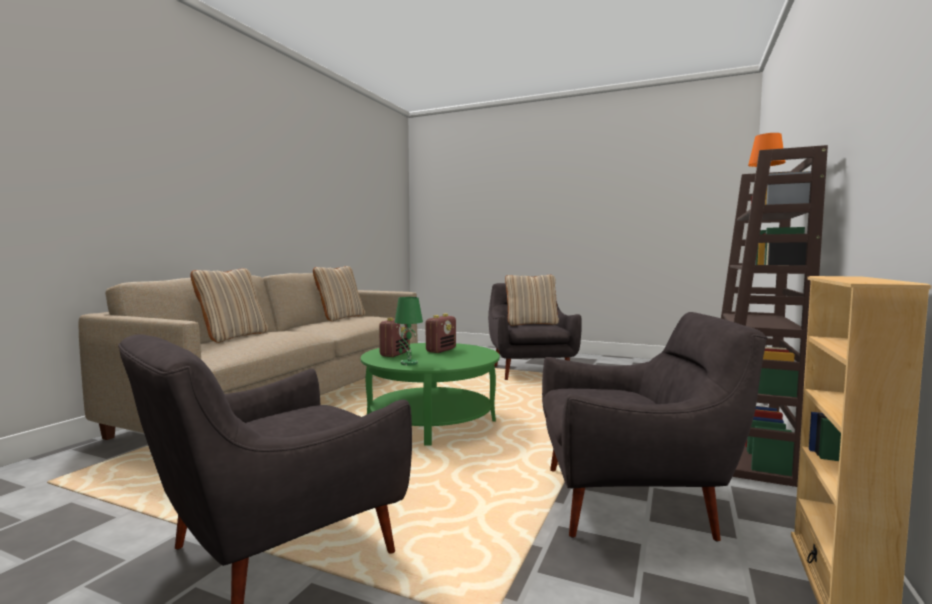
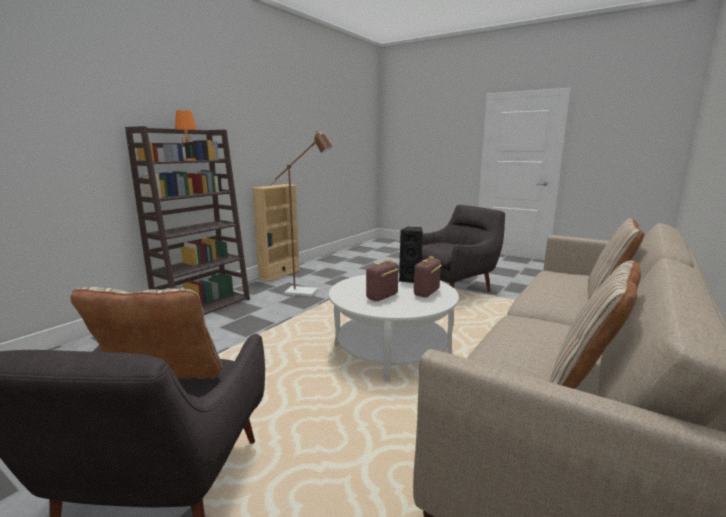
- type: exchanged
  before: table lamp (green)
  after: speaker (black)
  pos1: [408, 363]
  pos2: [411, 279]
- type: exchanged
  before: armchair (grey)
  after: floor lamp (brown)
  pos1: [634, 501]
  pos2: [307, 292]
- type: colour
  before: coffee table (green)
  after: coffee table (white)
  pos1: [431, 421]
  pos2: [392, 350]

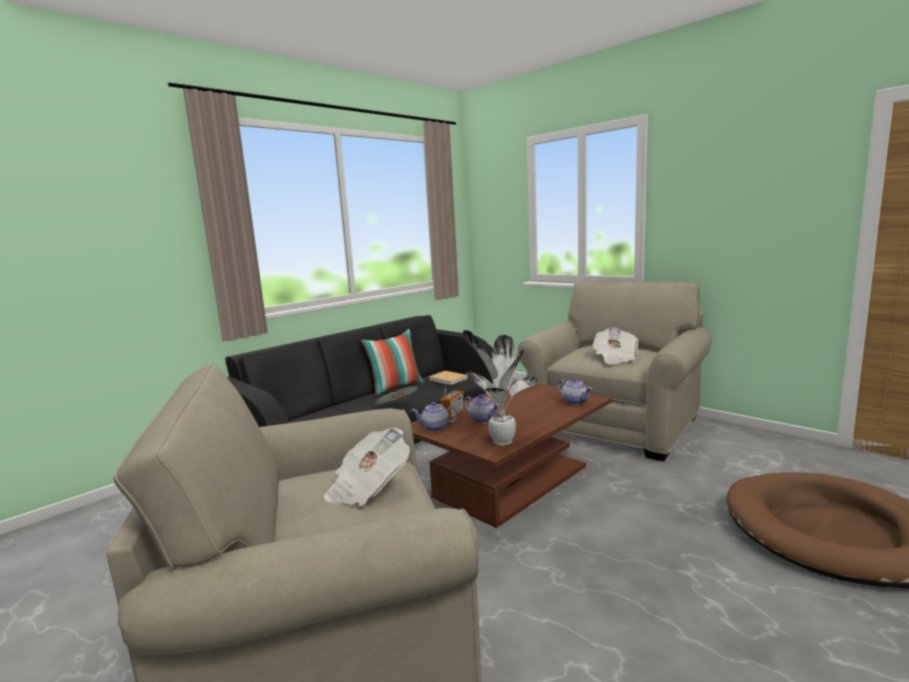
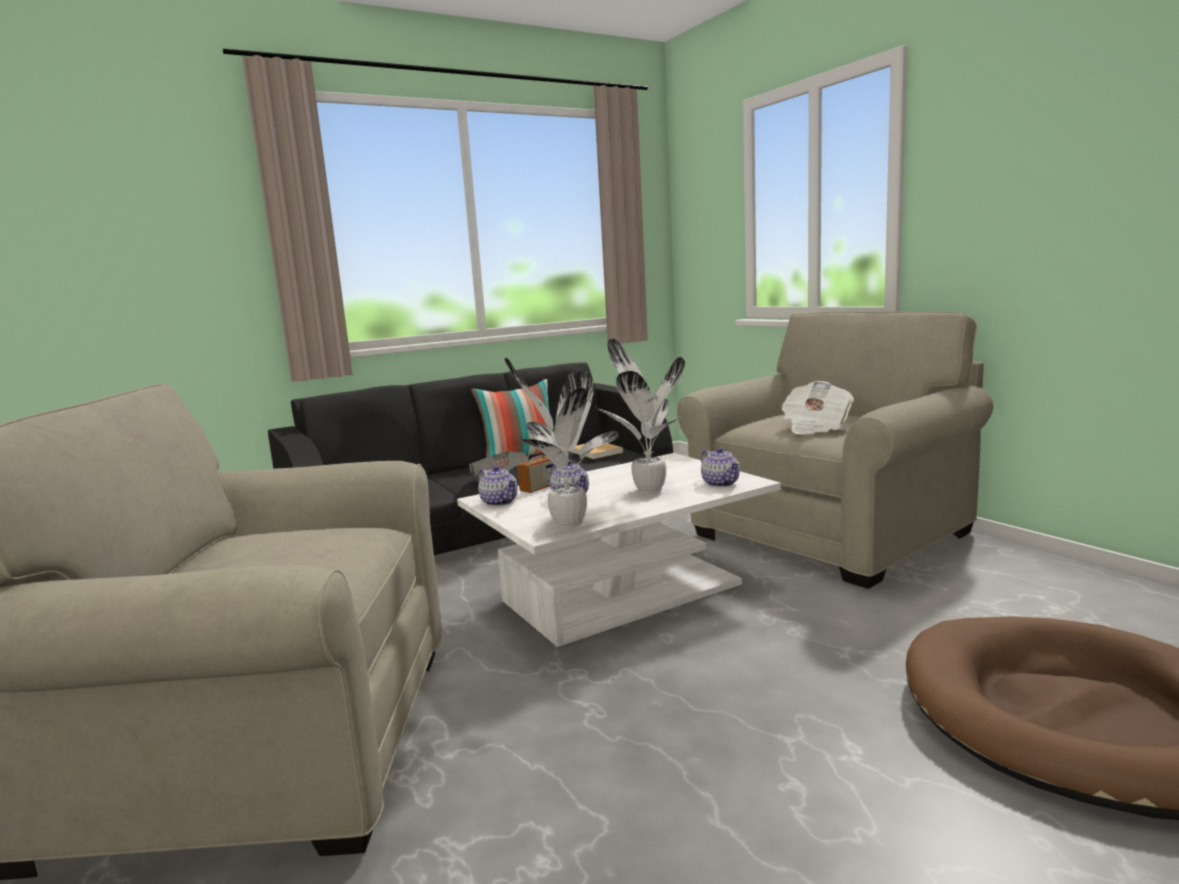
- type: colour
  before: coffee table (brown)
  after: coffee table (white)
  pos1: [512, 481]
  pos2: [622, 592]
- type: spun
  before: teapot
  pos1: [435, 428]
  pos2: [500, 502]
  turn: -150
- type: missing
  before: newspaper
  pos1: [368, 488]
- type: appeared
  after: potted plant
  pos2: [647, 489]

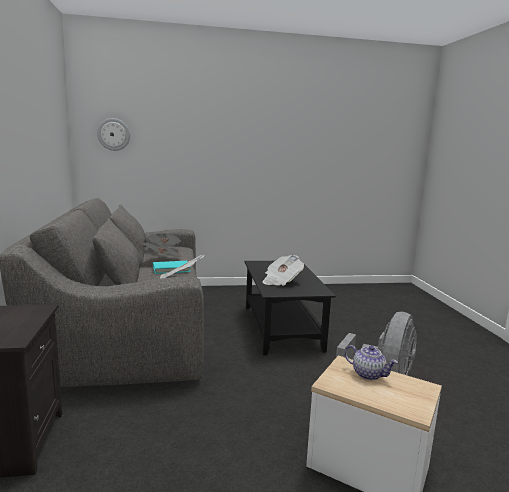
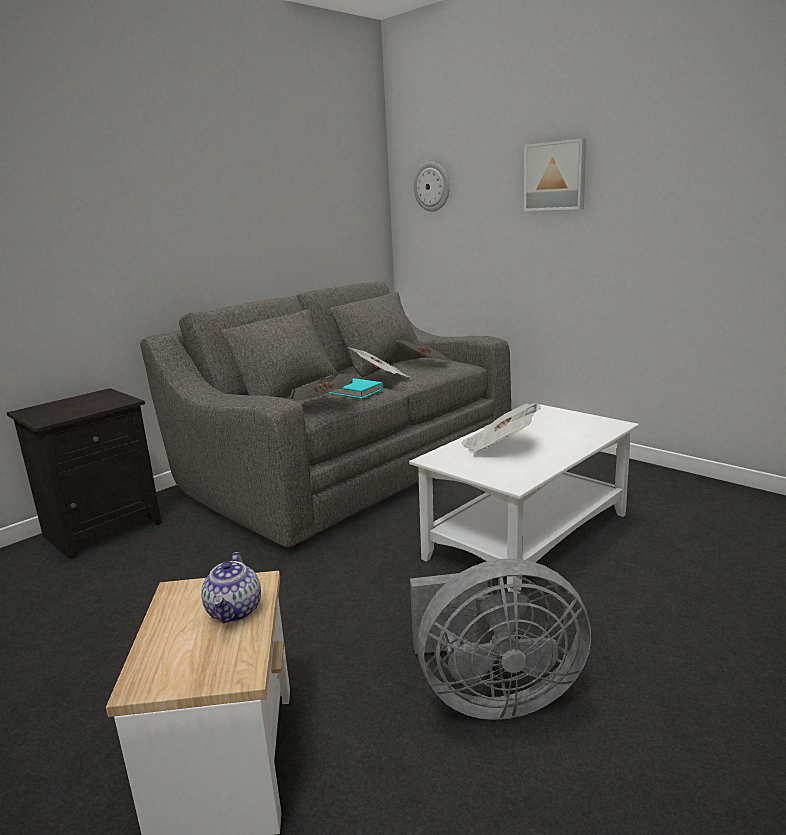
- type: colour
  before: coffee table (black)
  after: coffee table (white)
  pos1: [281, 327]
  pos2: [528, 535]
- type: appeared
  after: picture
  pos2: [555, 176]

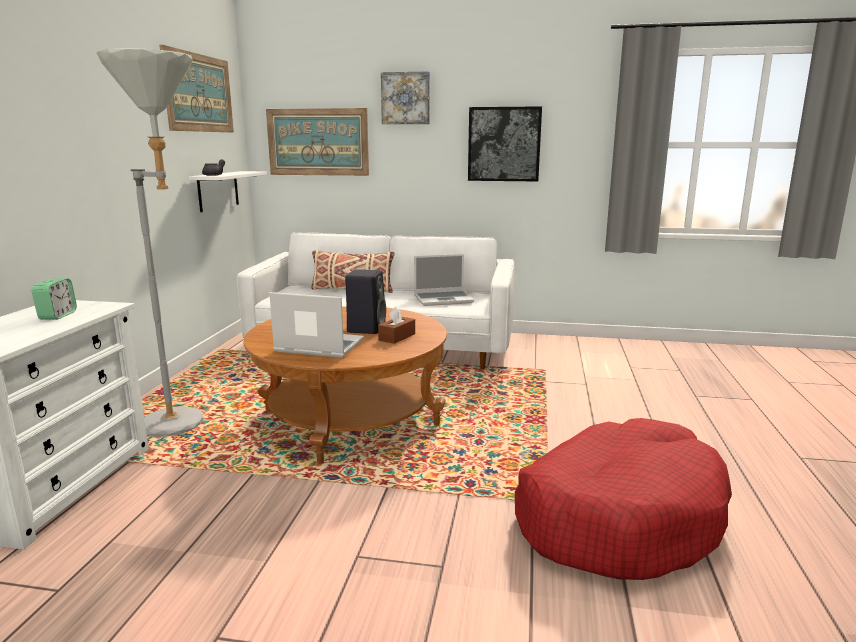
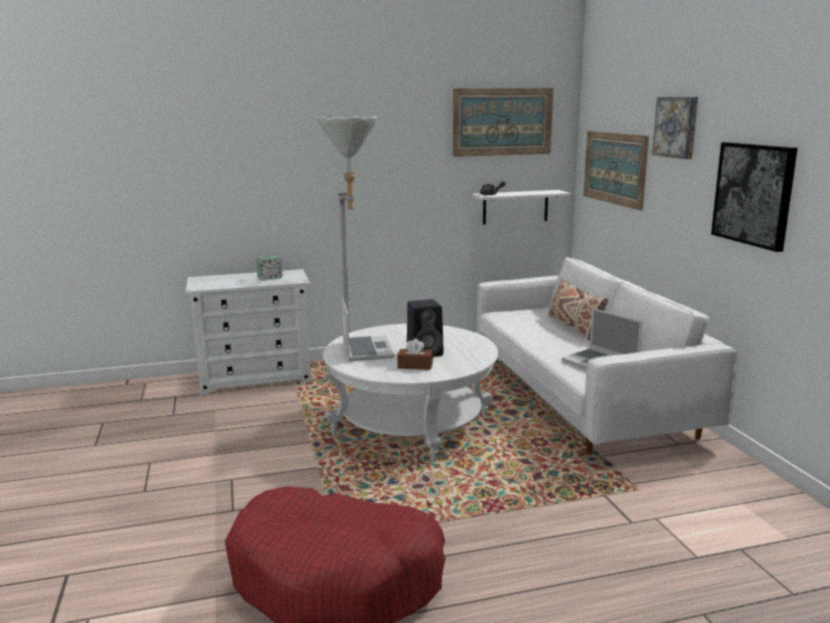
- type: colour
  before: coffee table (brown)
  after: coffee table (white)
  pos1: [351, 419]
  pos2: [411, 425]

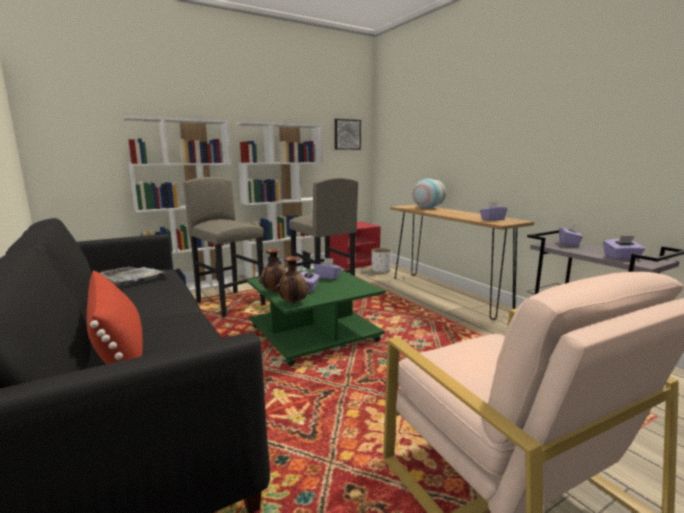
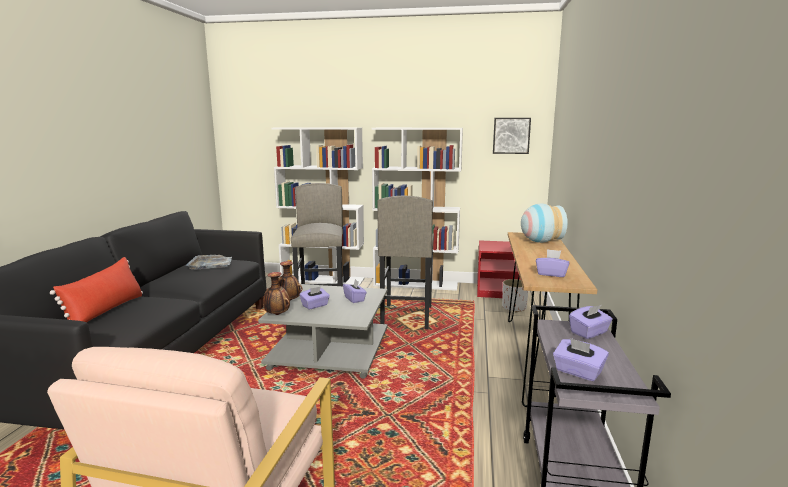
- type: colour
  before: coffee table (green)
  after: coffee table (grey)
  pos1: [312, 333]
  pos2: [329, 350]

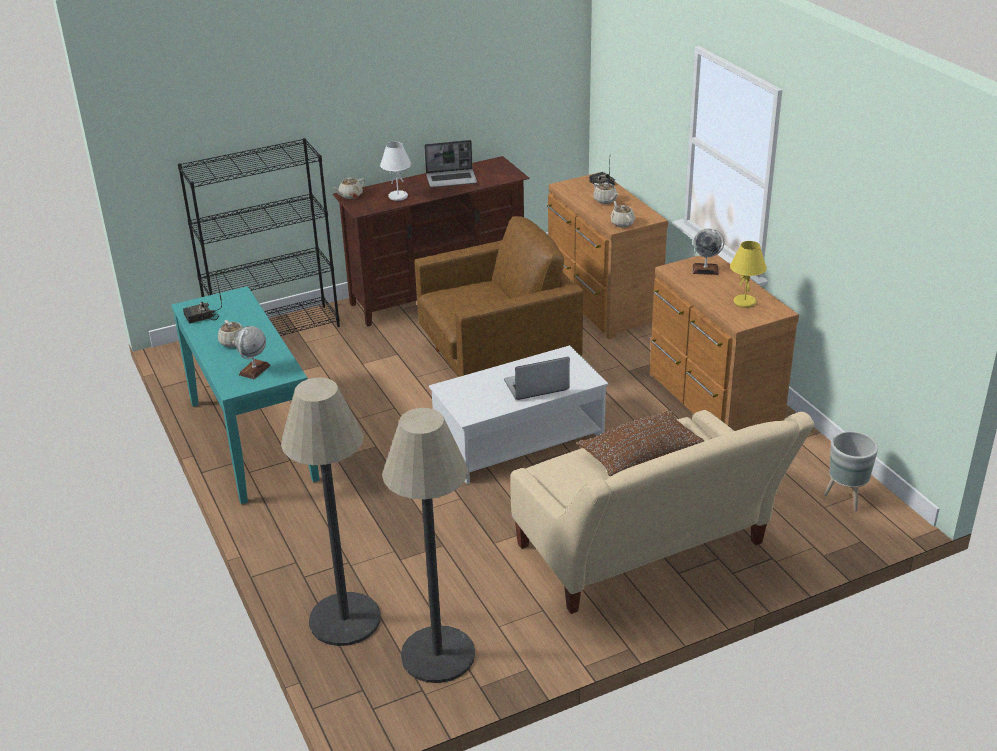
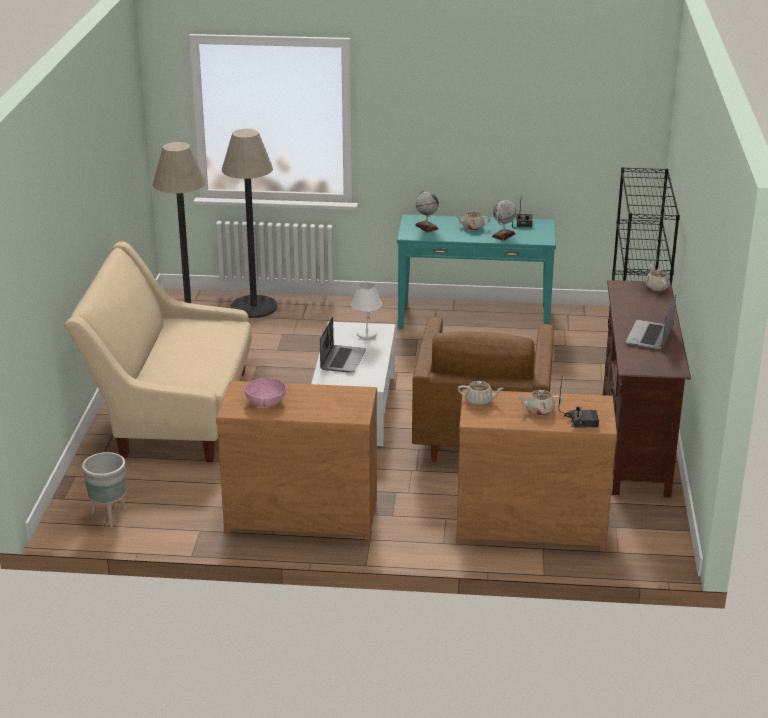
- type: relocated
  before: table lamp (white)
  pos1: [398, 197]
  pos2: [366, 335]
- type: relocated
  before: globe
  pos1: [705, 270]
  pos2: [503, 235]
- type: exchanged
  before: table lamp (yellow)
  after: bowl (pink)
  pos1: [745, 302]
  pos2: [265, 401]
- type: missing
  before: pillow (brown)
  pos1: [639, 454]

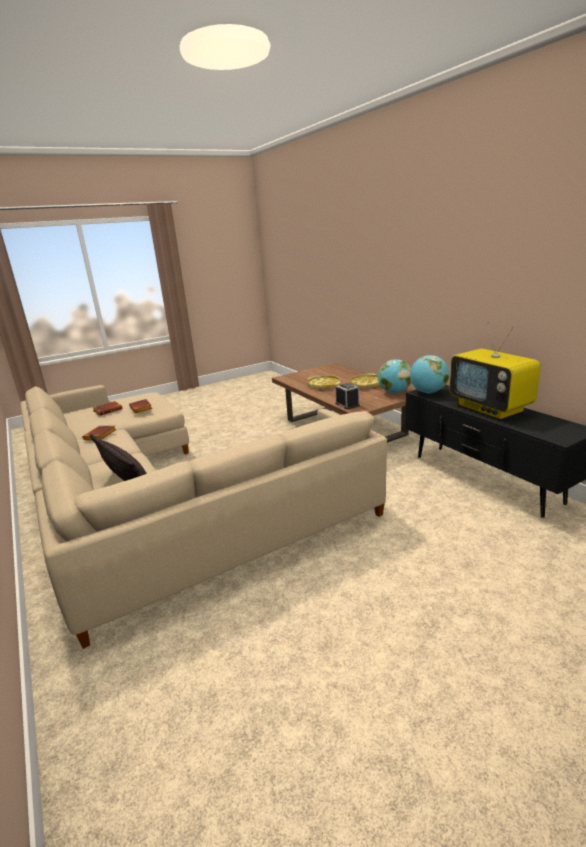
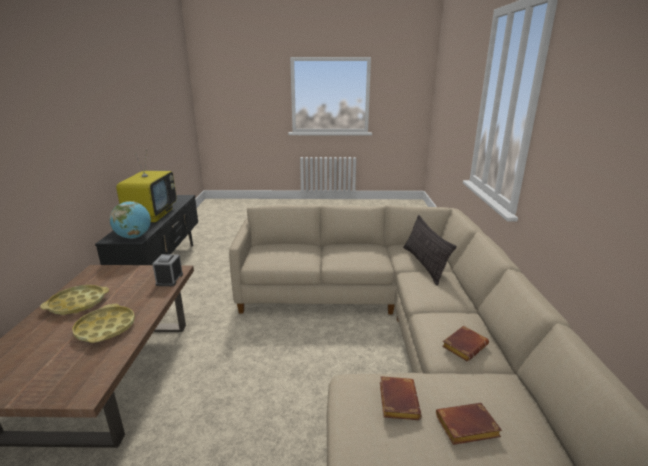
- type: missing
  before: globe
  pos1: [394, 392]

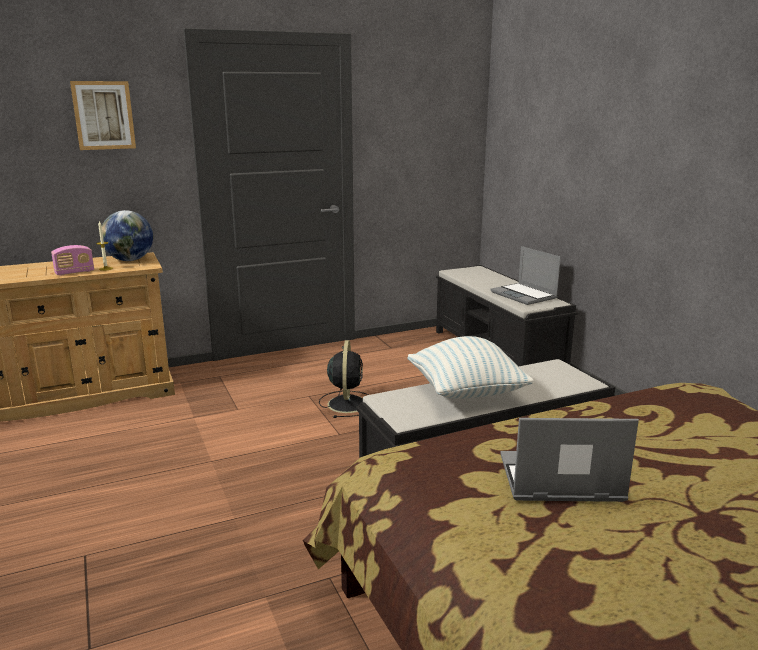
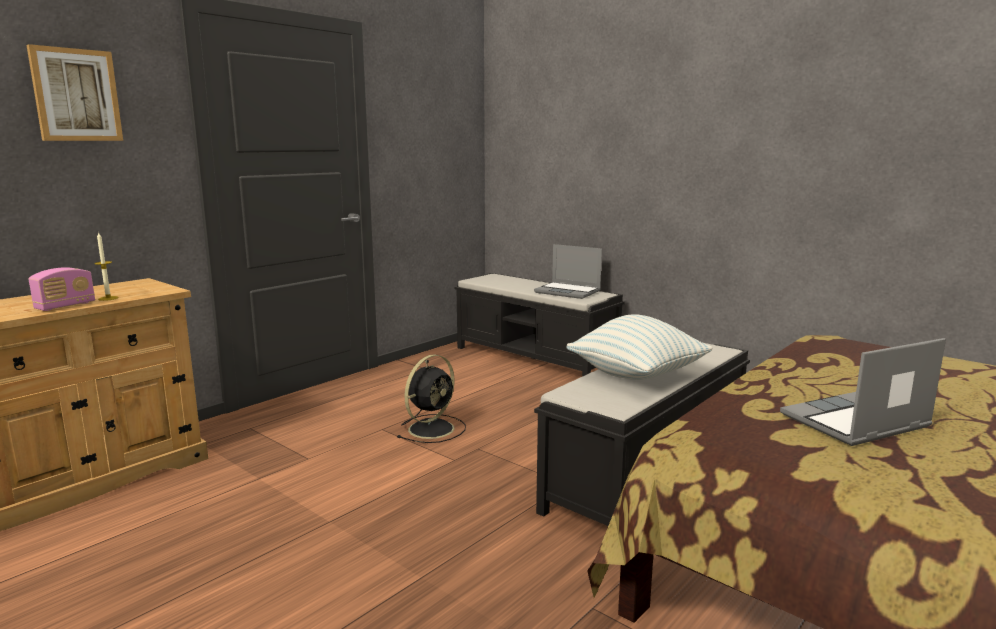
- type: missing
  before: globe
  pos1: [129, 260]
- type: spun
  before: fan (black)
  pos1: [347, 403]
  pos2: [432, 428]
  turn: 60

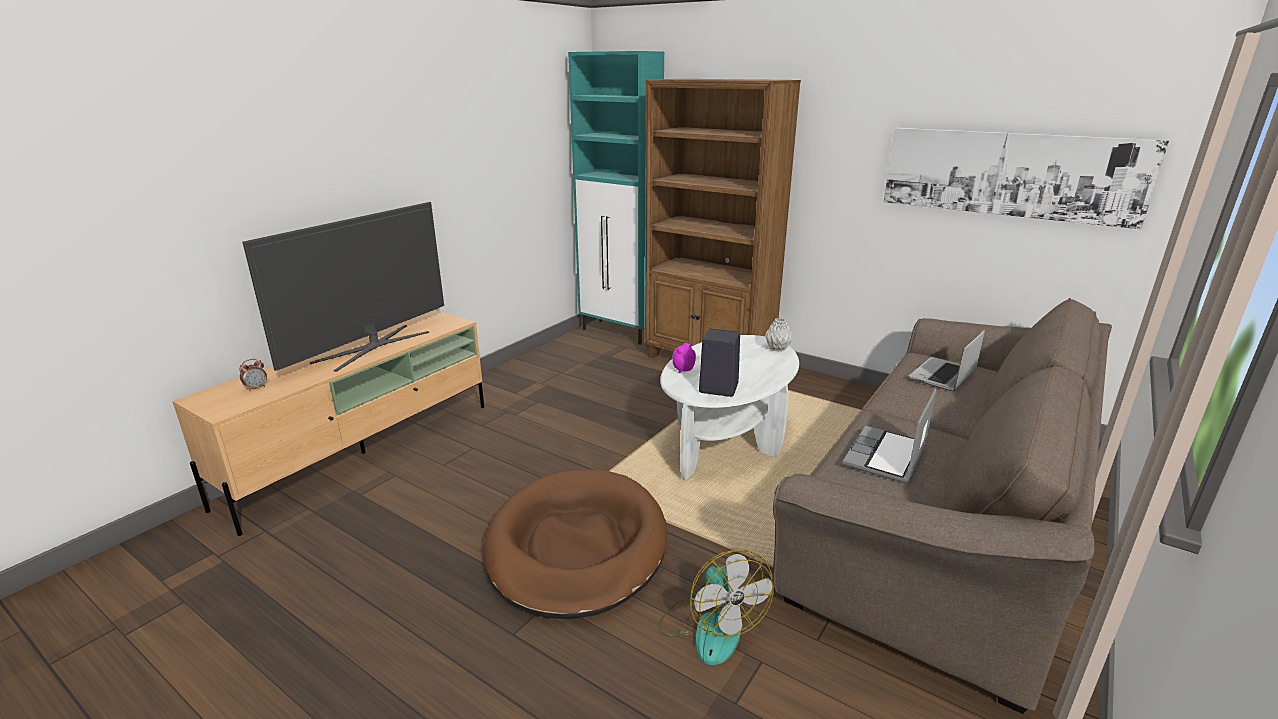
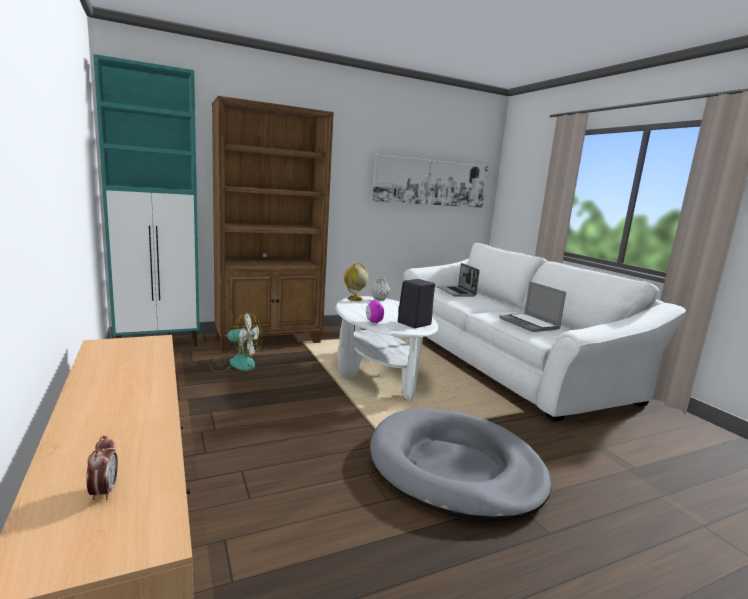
- type: missing
  before: television
  pos1: [373, 346]
- type: colour
  before: sofa (brown)
  after: sofa (white)
  pos1: [945, 514]
  pos2: [504, 360]
- type: colour
  before: dog bed (brown)
  after: dog bed (grey)
  pos1: [577, 546]
  pos2: [455, 467]
- type: relocated
  before: fan
  pos1: [710, 627]
  pos2: [235, 363]
- type: appeared
  after: globe
  pos2: [354, 299]

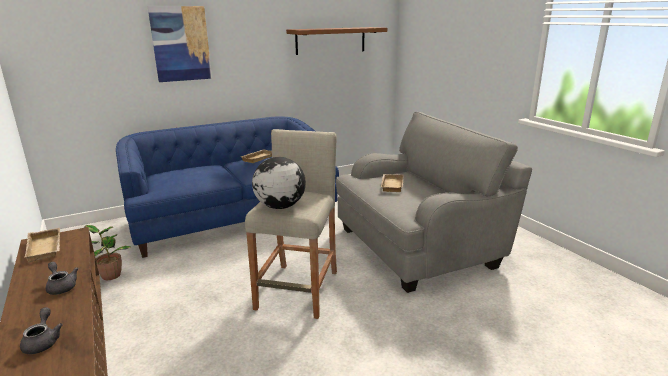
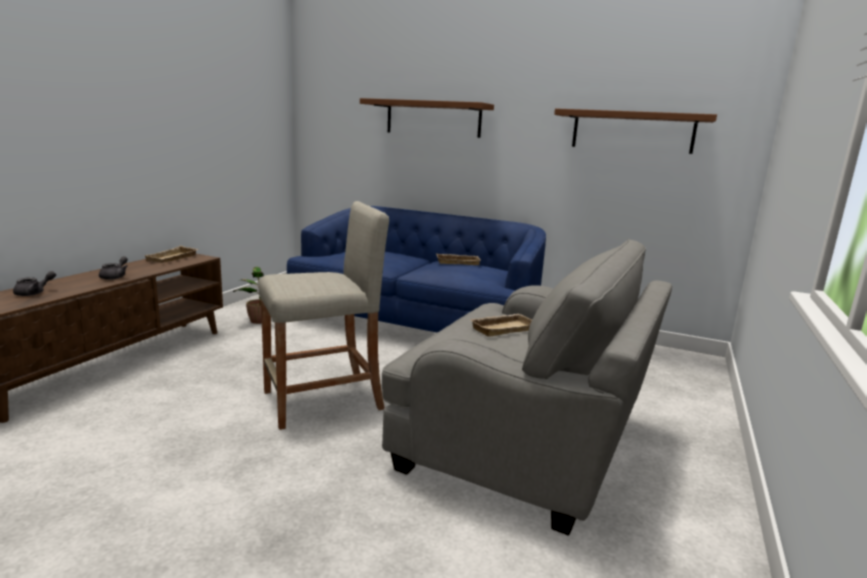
- type: exchanged
  before: picture
  after: shelf (brown)
  pos1: [181, 44]
  pos2: [433, 118]
- type: missing
  before: globe
  pos1: [279, 206]

